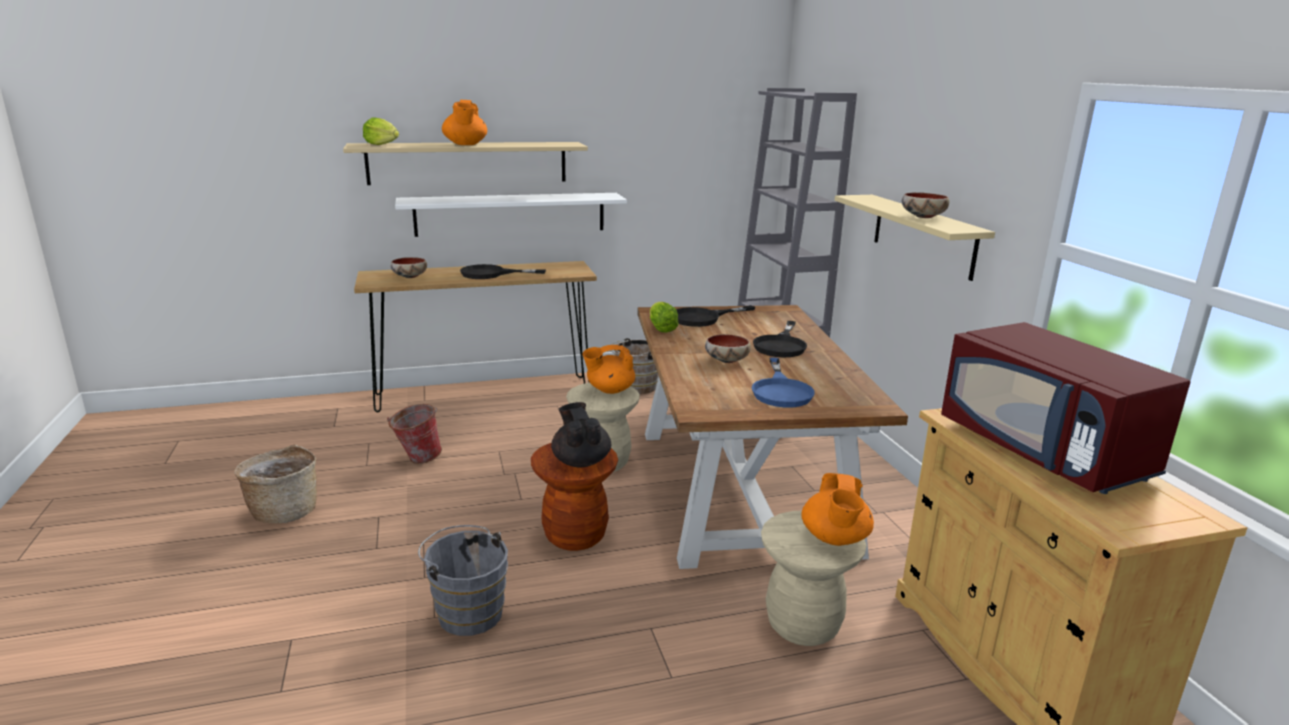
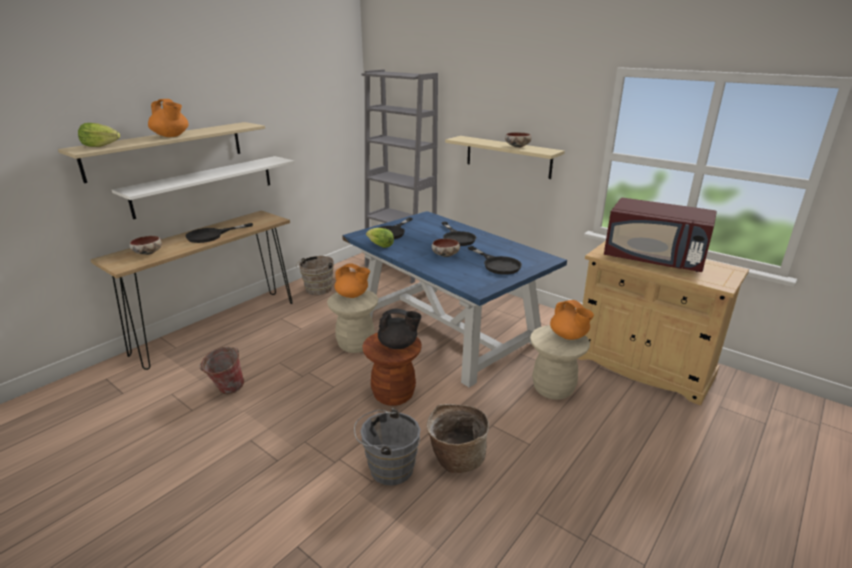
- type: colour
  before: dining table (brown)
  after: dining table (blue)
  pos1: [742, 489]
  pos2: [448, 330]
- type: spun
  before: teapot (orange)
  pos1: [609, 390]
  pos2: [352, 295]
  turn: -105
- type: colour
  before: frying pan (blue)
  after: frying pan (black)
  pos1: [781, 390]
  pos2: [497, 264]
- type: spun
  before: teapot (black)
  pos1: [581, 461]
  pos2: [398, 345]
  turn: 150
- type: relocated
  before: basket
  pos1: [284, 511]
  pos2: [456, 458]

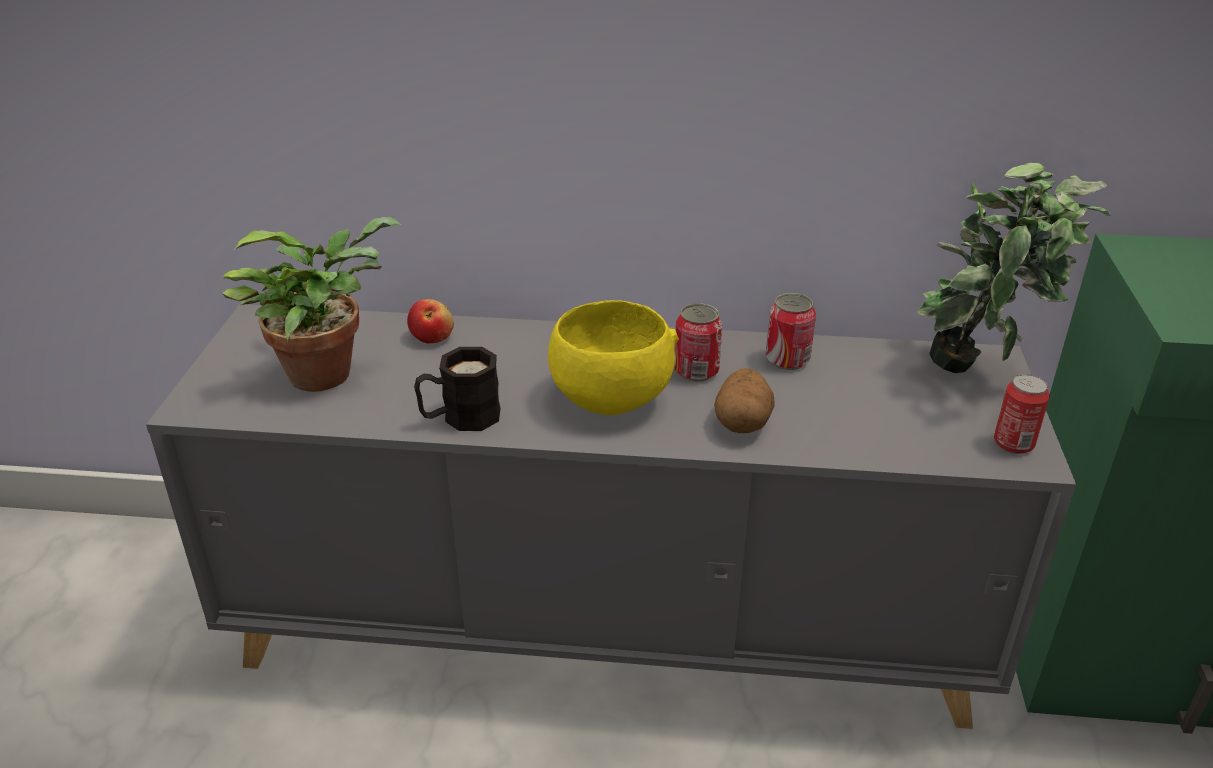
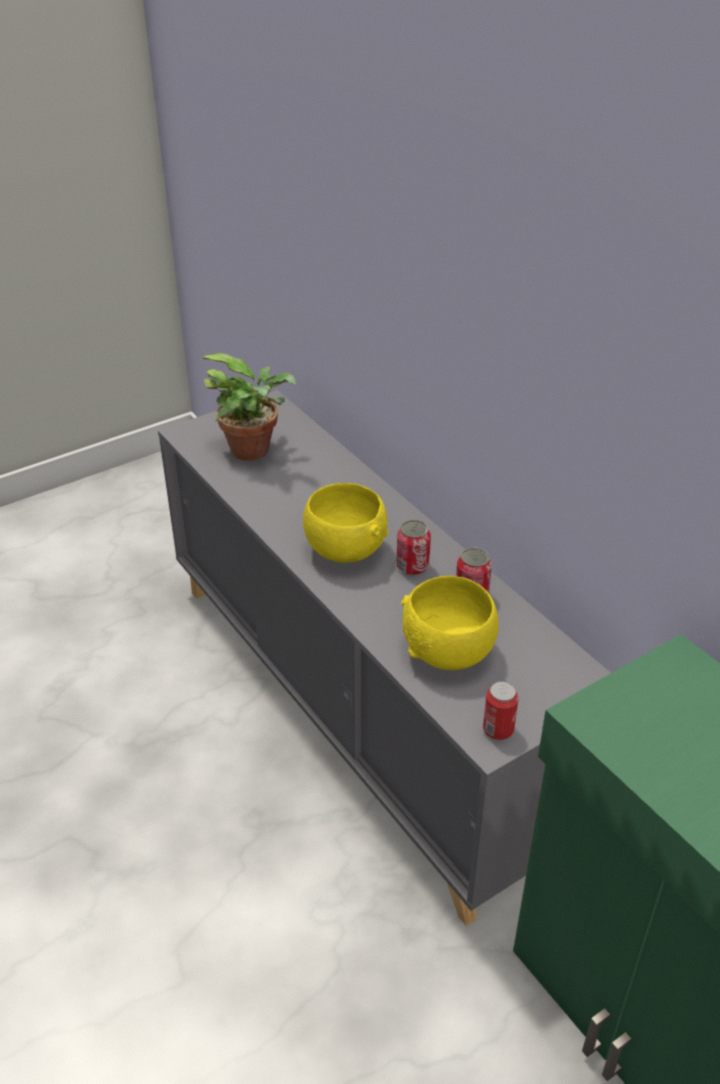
- type: missing
  before: potted plant
  pos1: [980, 373]
- type: missing
  before: apple
  pos1: [432, 337]
- type: missing
  before: mug (black)
  pos1: [460, 418]
- type: missing
  before: potato
  pos1: [742, 422]
- type: appeared
  after: bowl (yellow)
  pos2: [449, 652]

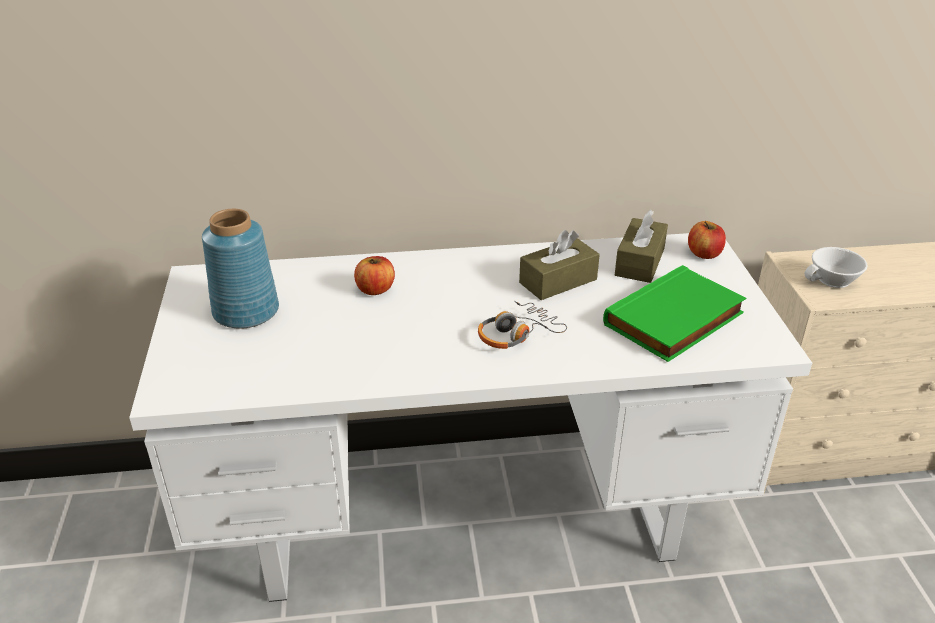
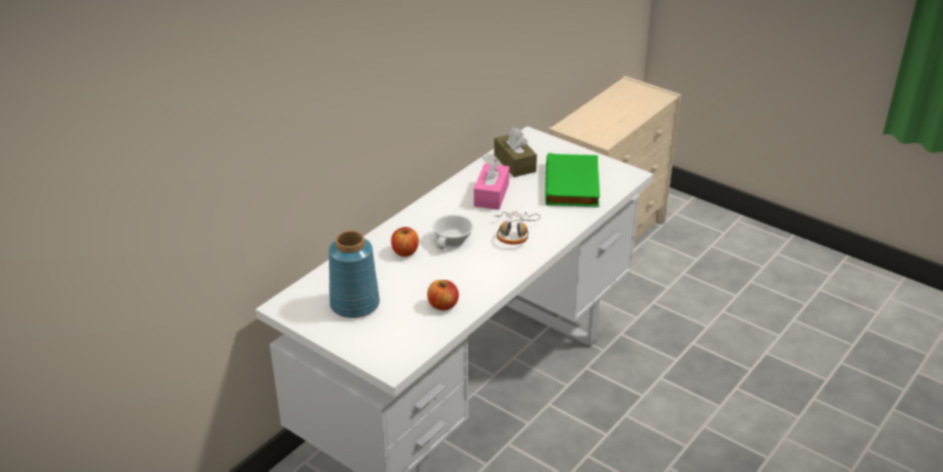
- type: relocated
  before: apple
  pos1: [704, 254]
  pos2: [443, 305]
- type: colour
  before: tissue box (brown)
  after: tissue box (pink)
  pos1: [558, 281]
  pos2: [491, 195]
- type: relocated
  before: cup (white)
  pos1: [833, 281]
  pos2: [453, 241]

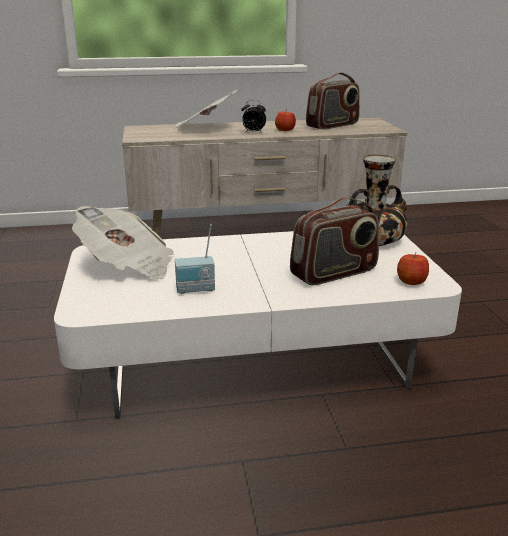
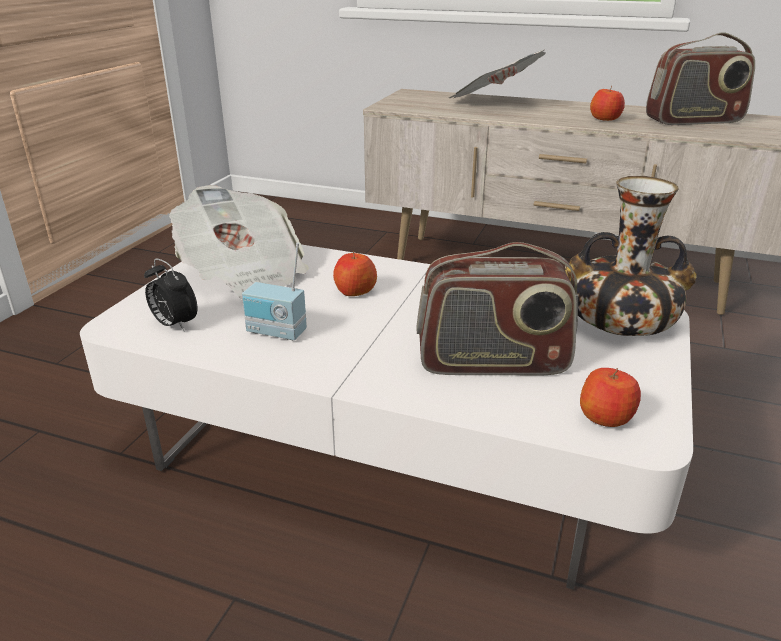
- type: relocated
  before: alarm clock
  pos1: [253, 132]
  pos2: [174, 324]
- type: appeared
  after: apple
  pos2: [355, 291]

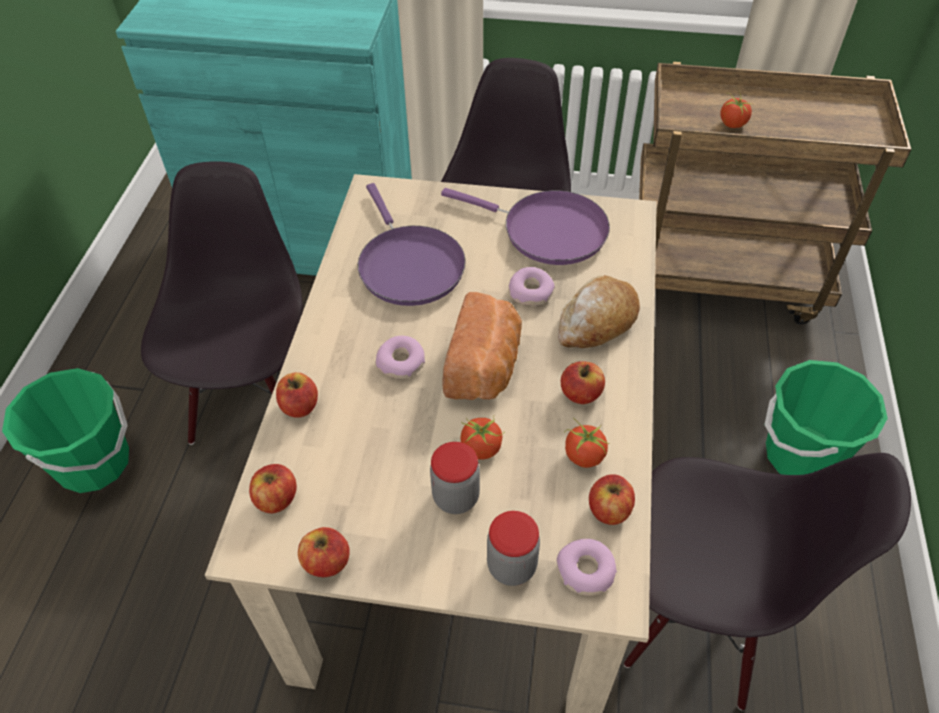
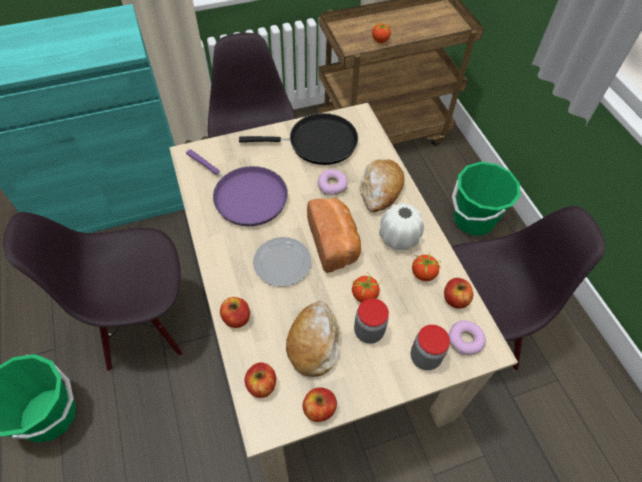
- type: spun
  before: chair (black)
  pos1: [257, 404]
  pos2: [145, 323]
  turn: -75
- type: colour
  before: frying pan (purple)
  after: frying pan (black)
  pos1: [547, 231]
  pos2: [317, 143]
- type: exchanged
  before: donut
  after: plate
  pos1: [401, 363]
  pos2: [283, 262]
- type: exchanged
  before: apple
  after: vase (white)
  pos1: [581, 394]
  pos2: [398, 237]
- type: appeared
  after: bread
  pos2: [313, 342]

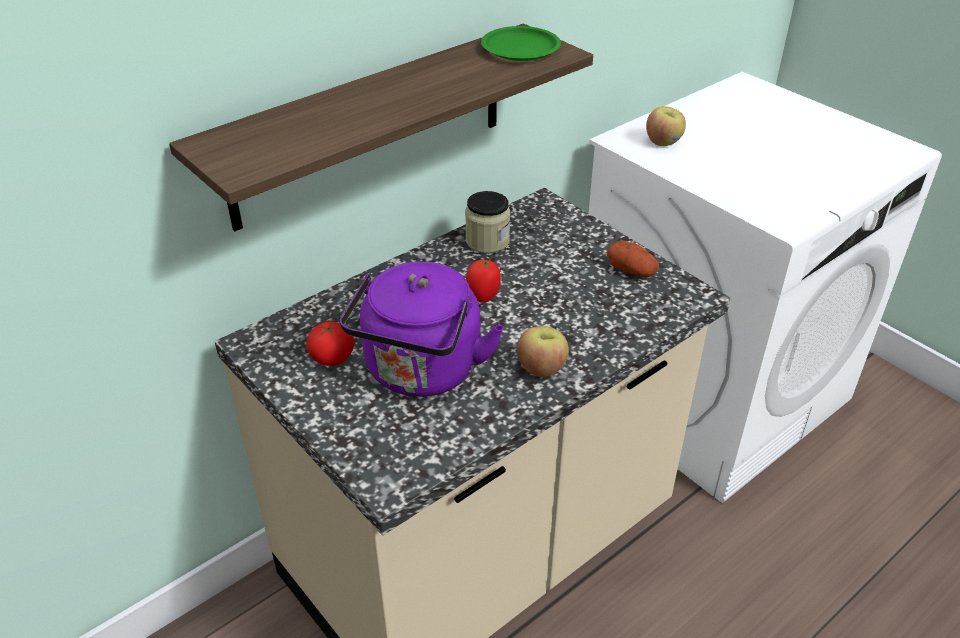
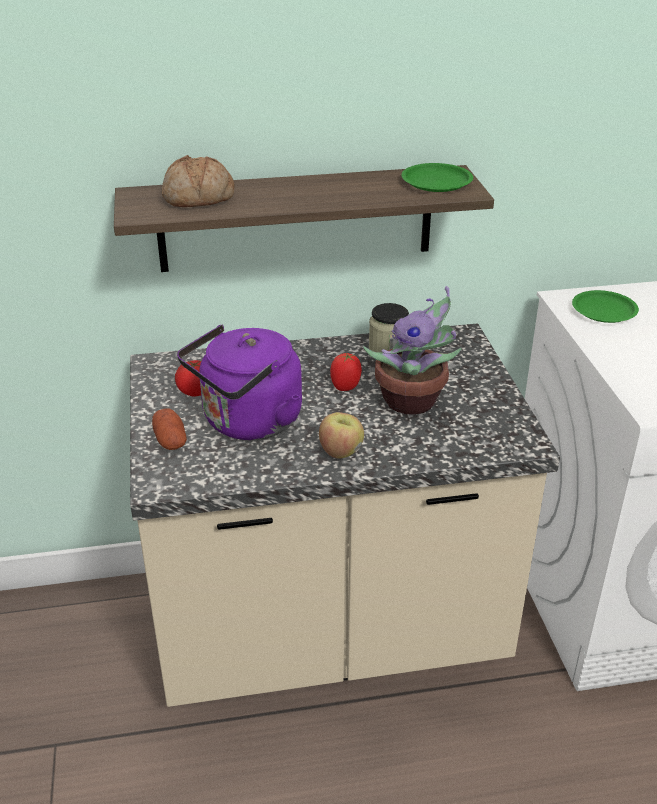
- type: exchanged
  before: apple
  after: plate (green)
  pos1: [663, 142]
  pos2: [604, 311]
- type: relocated
  before: potato
  pos1: [631, 270]
  pos2: [170, 440]
- type: appeared
  after: bread
  pos2: [198, 198]
- type: appeared
  after: potted plant
  pos2: [413, 402]

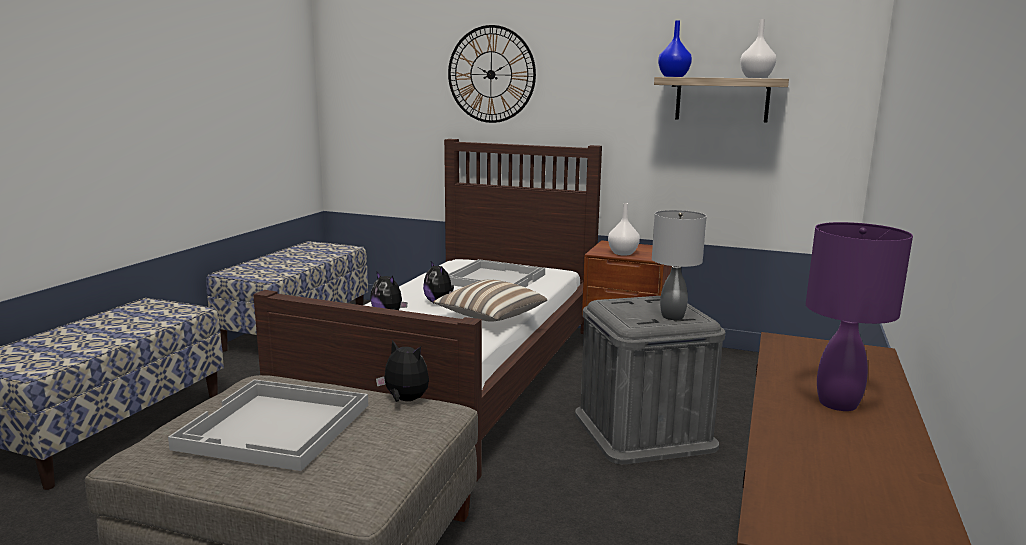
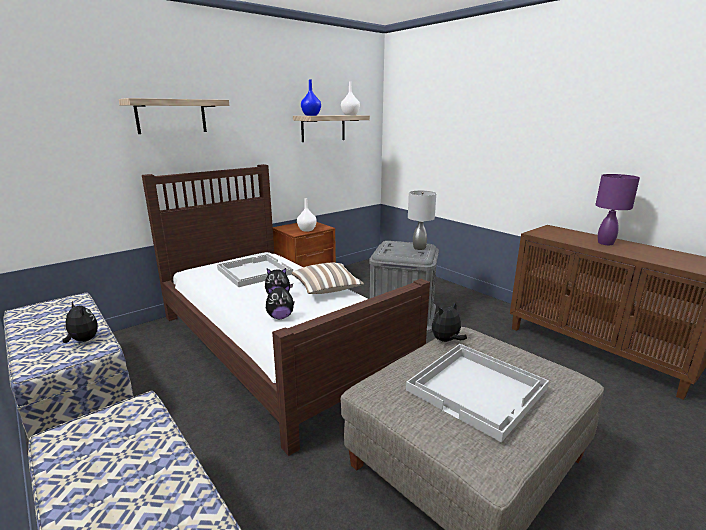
- type: exchanged
  before: wall clock
  after: shelf
  pos1: [491, 74]
  pos2: [171, 116]
- type: appeared
  after: plush toy
  pos2: [83, 340]

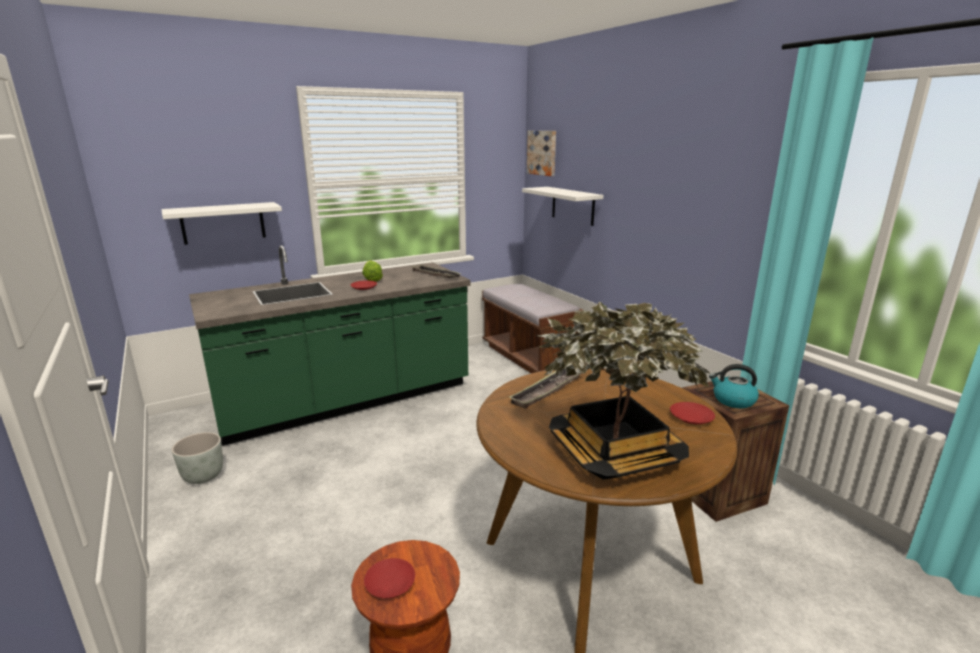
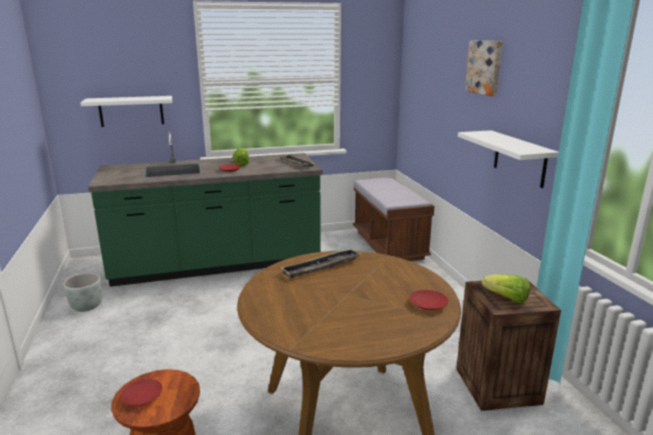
- type: relocated
  before: picture
  pos1: [542, 152]
  pos2: [485, 67]
- type: relocated
  before: shelf (white)
  pos1: [573, 205]
  pos2: [519, 158]
- type: missing
  before: potted plant
  pos1: [614, 454]
- type: exchanged
  before: kettle
  after: lettuce
  pos1: [733, 400]
  pos2: [506, 298]

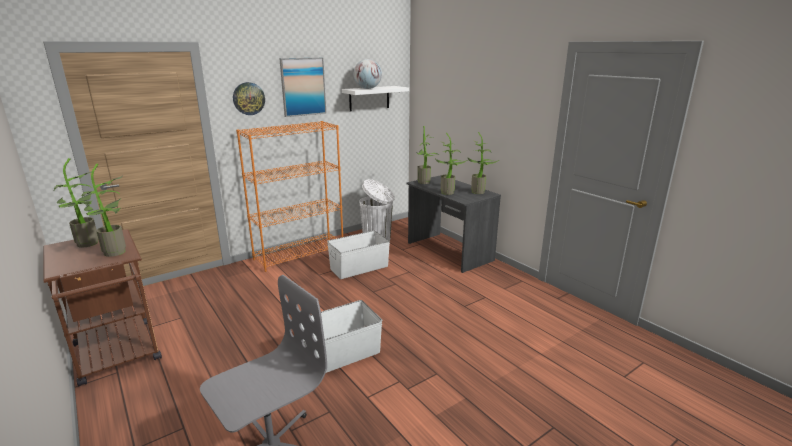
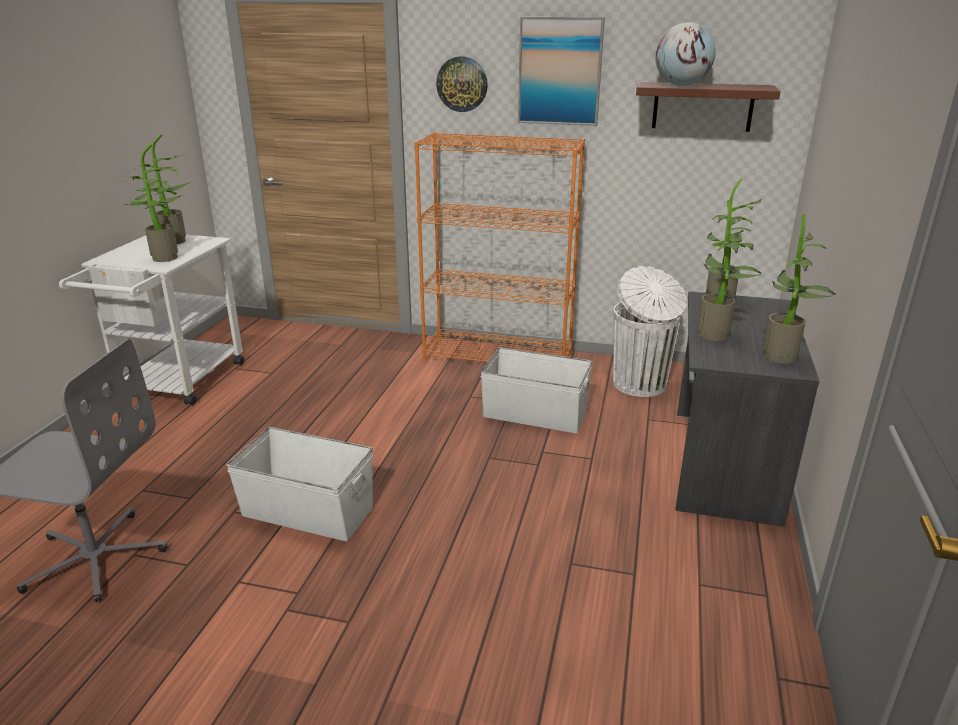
- type: colour
  before: shelf (white)
  after: shelf (brown)
  pos1: [369, 98]
  pos2: [702, 106]
- type: colour
  before: cart (brown)
  after: cart (white)
  pos1: [118, 356]
  pos2: [176, 384]

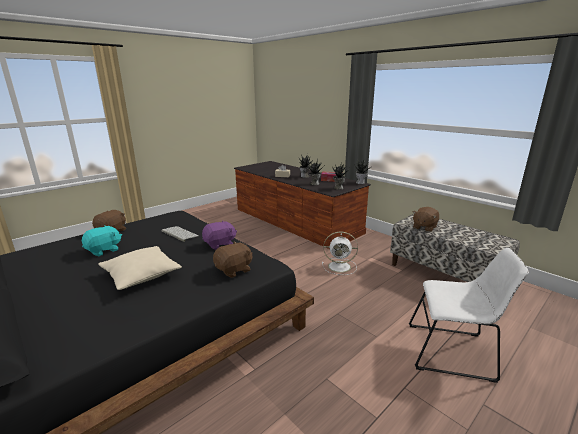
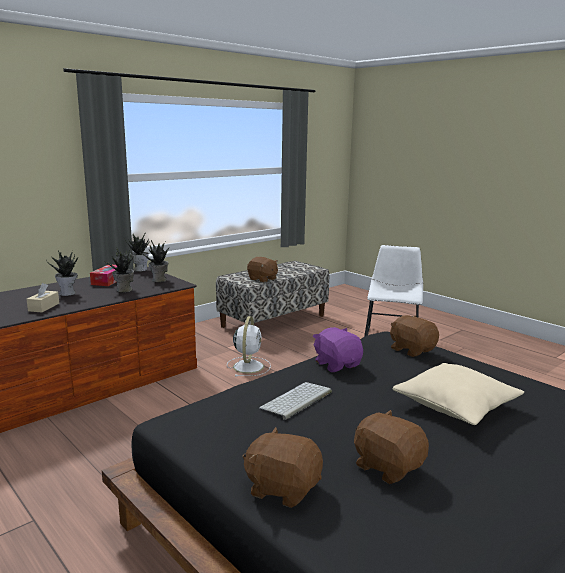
- type: colour
  before: plush toy (turquoise)
  after: plush toy (brown)
  pos1: [104, 250]
  pos2: [388, 466]

